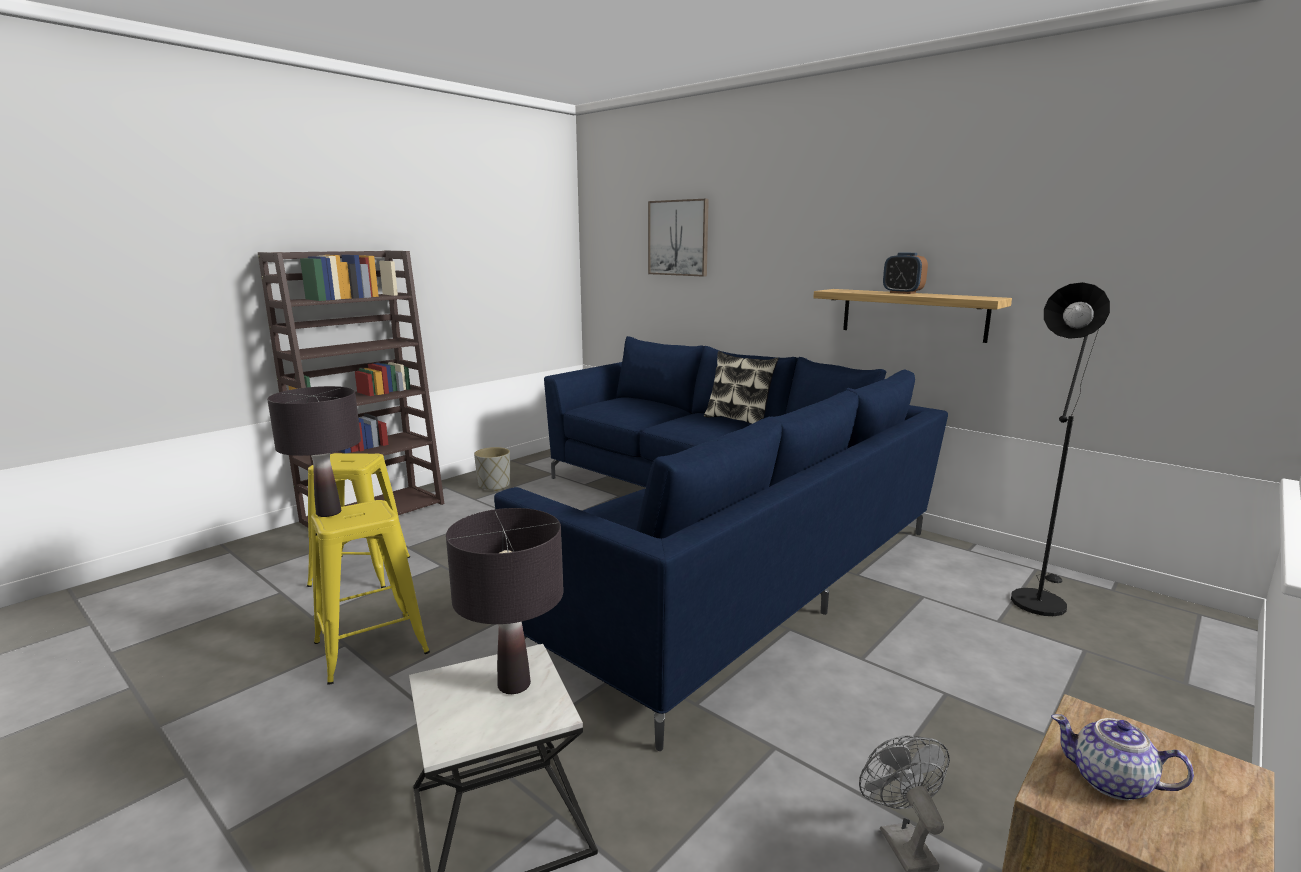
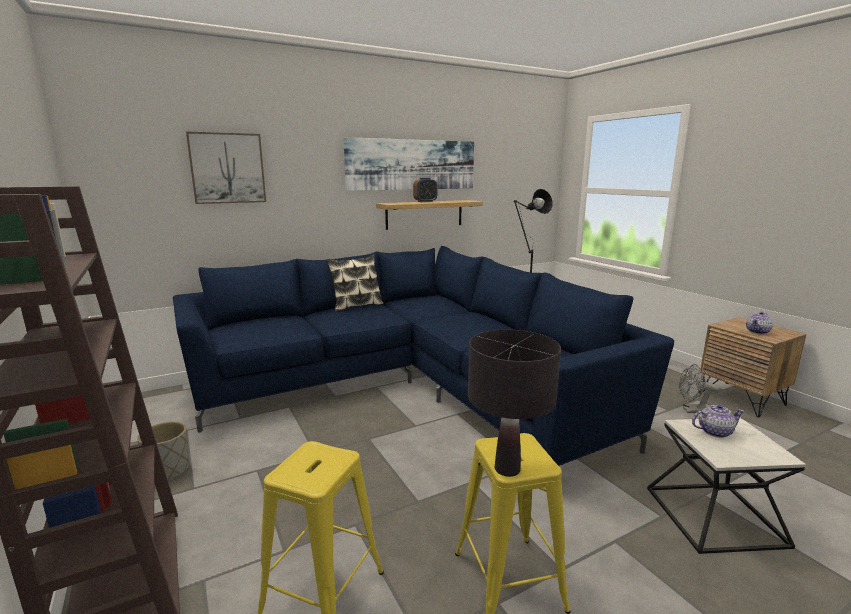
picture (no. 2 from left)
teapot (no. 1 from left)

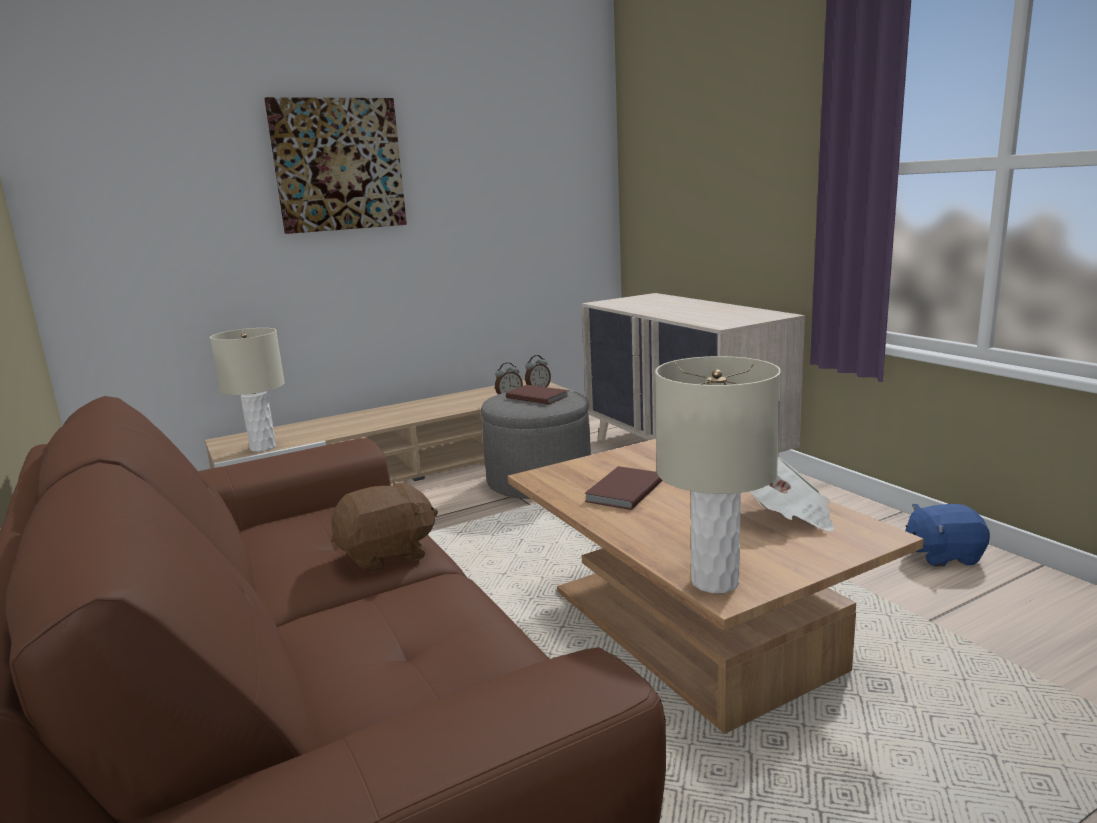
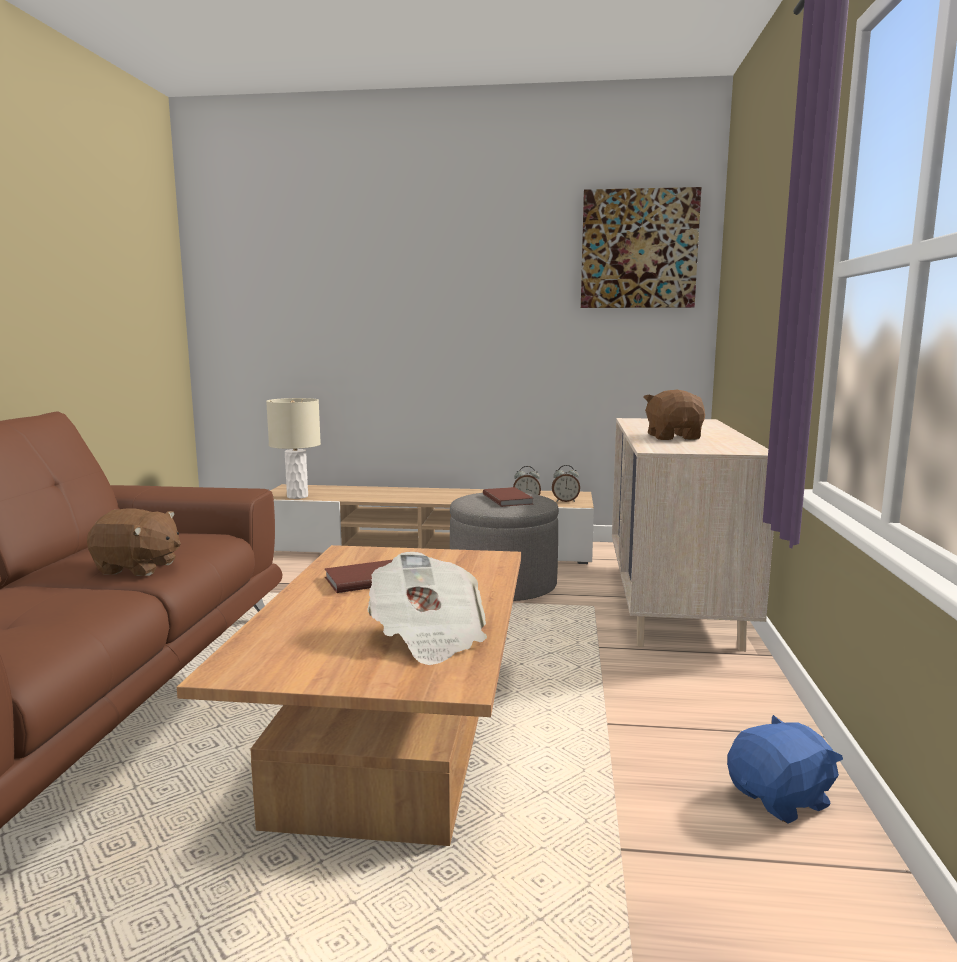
picture
brown plush toy (no. 2 from left)
blue plush toy
beige table lamp (no. 2 from left in the first image)

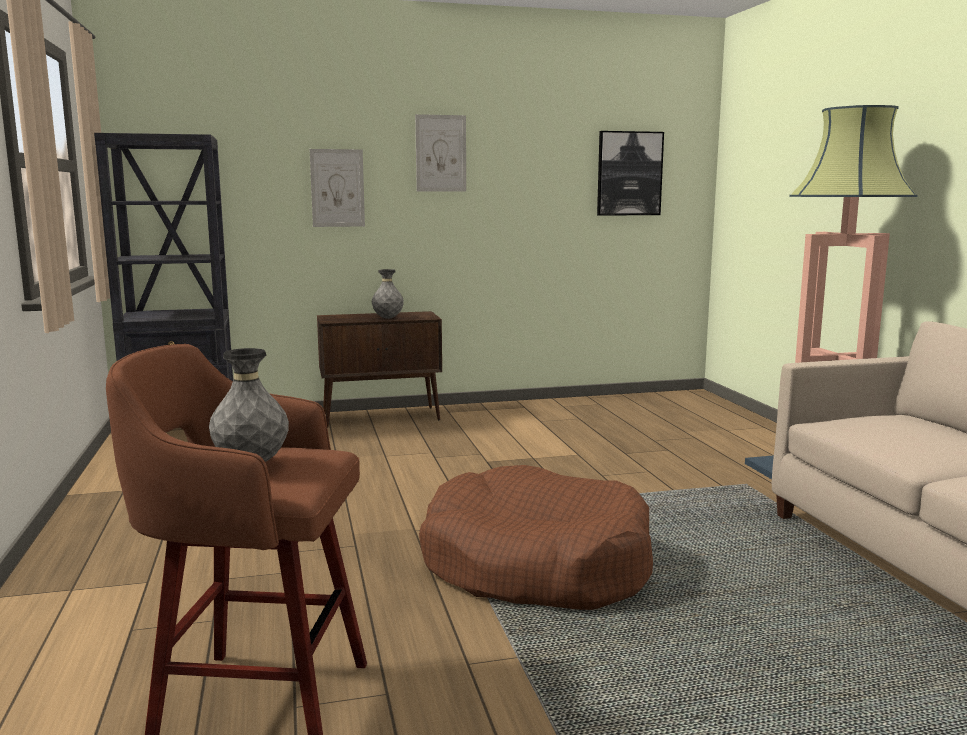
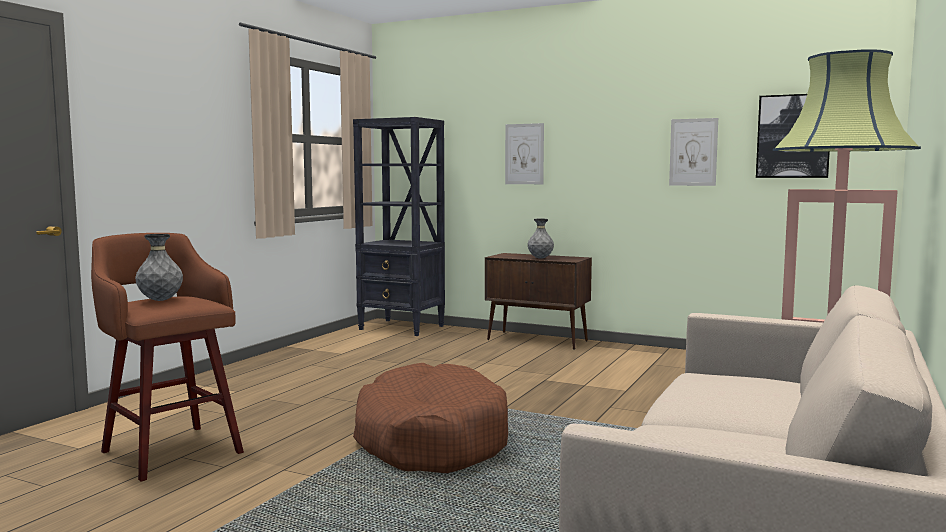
picture (no. 2 from left)

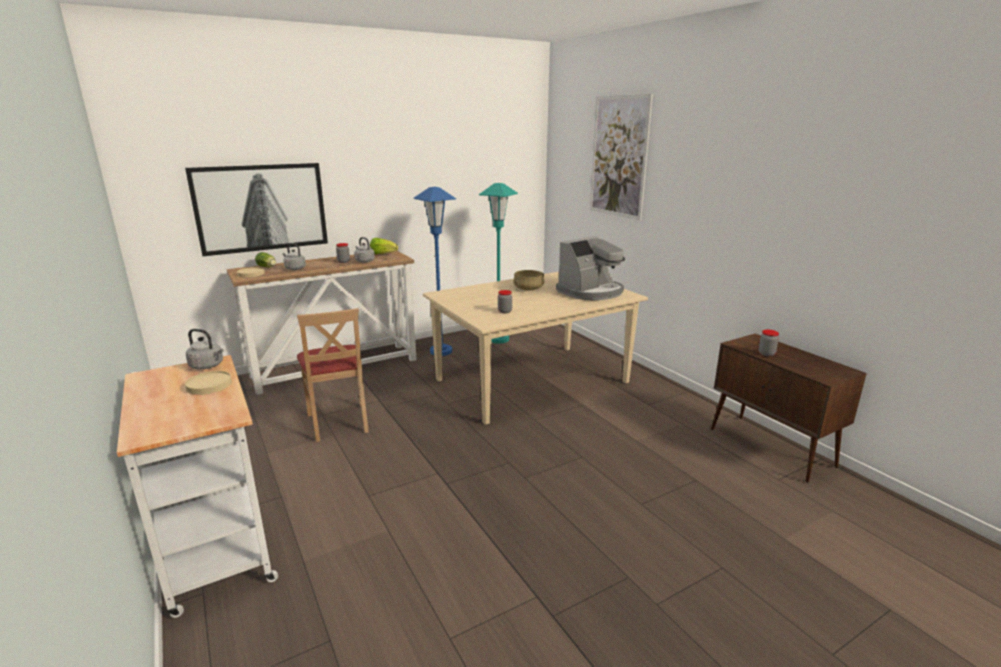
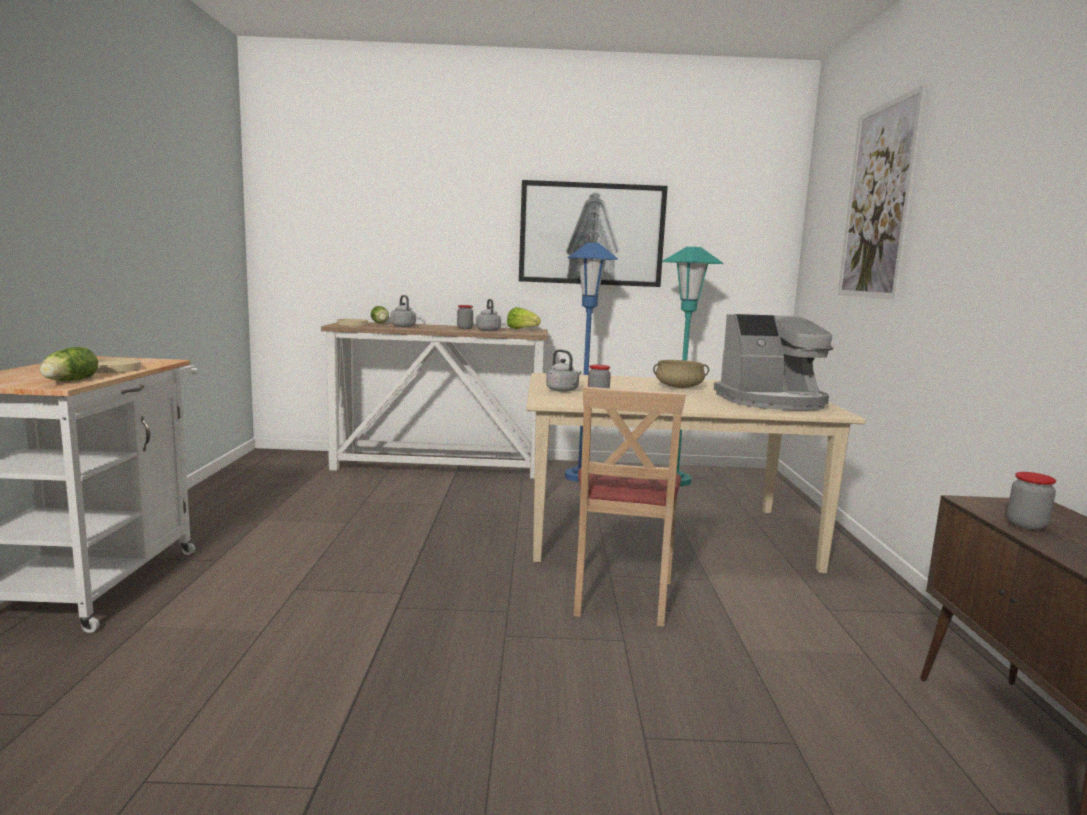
lettuce (no. 1 from left)
picture (no. 1 from left)
grey kettle (no. 3 from left)
beige chair

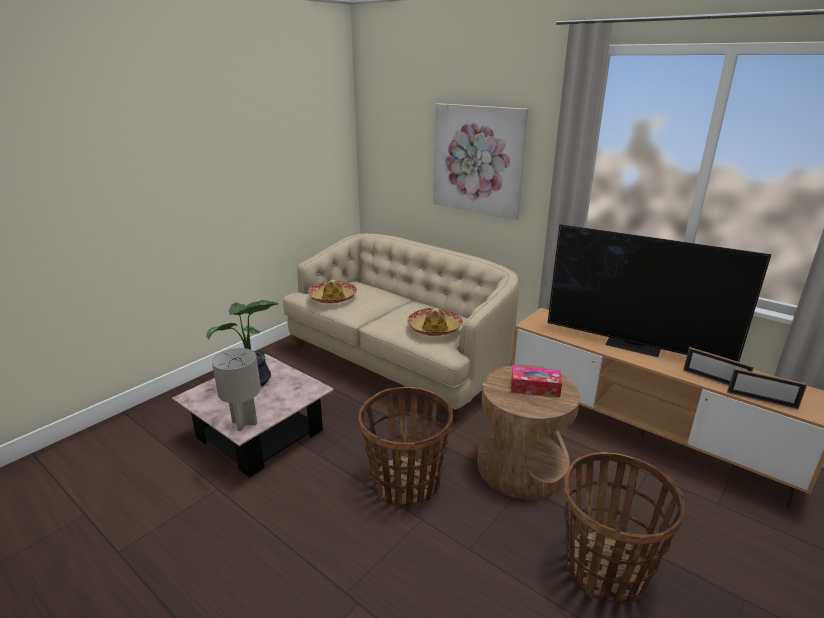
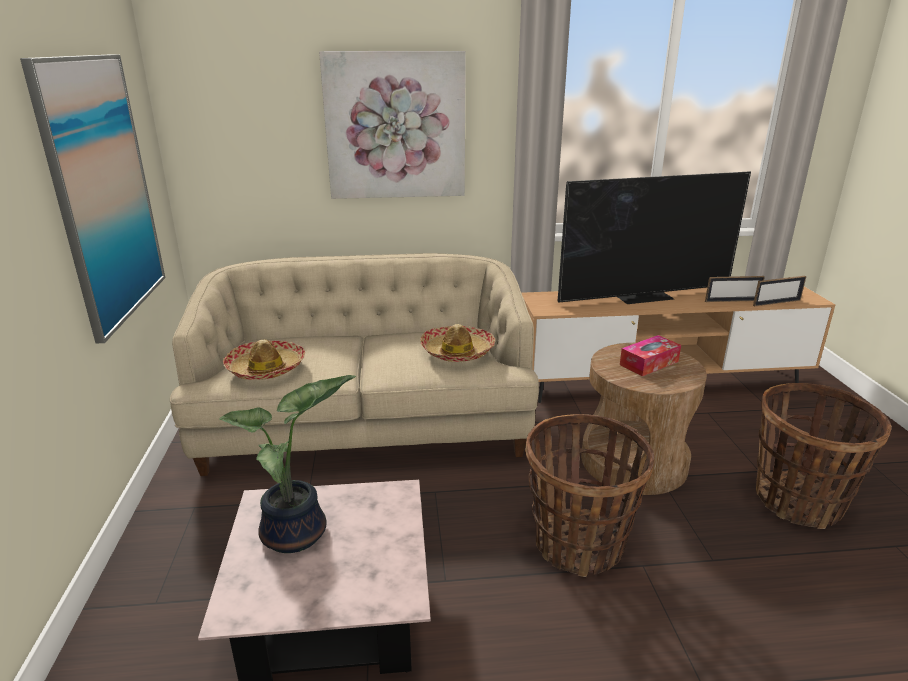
picture (no. 1 from left)
grey table lamp

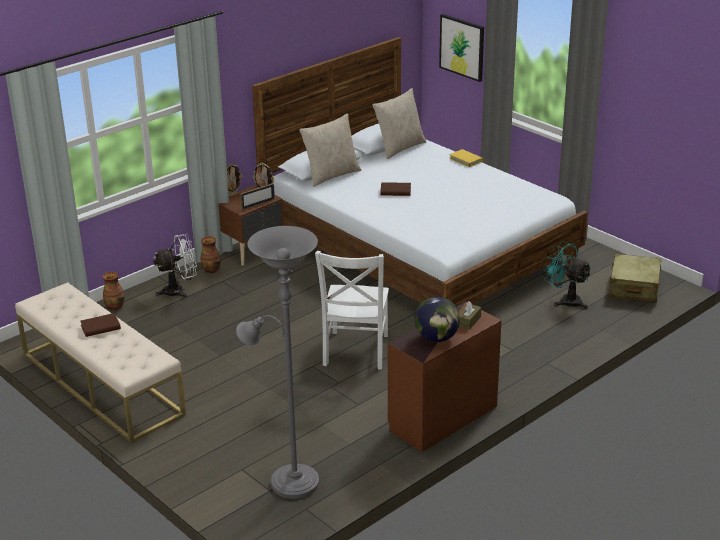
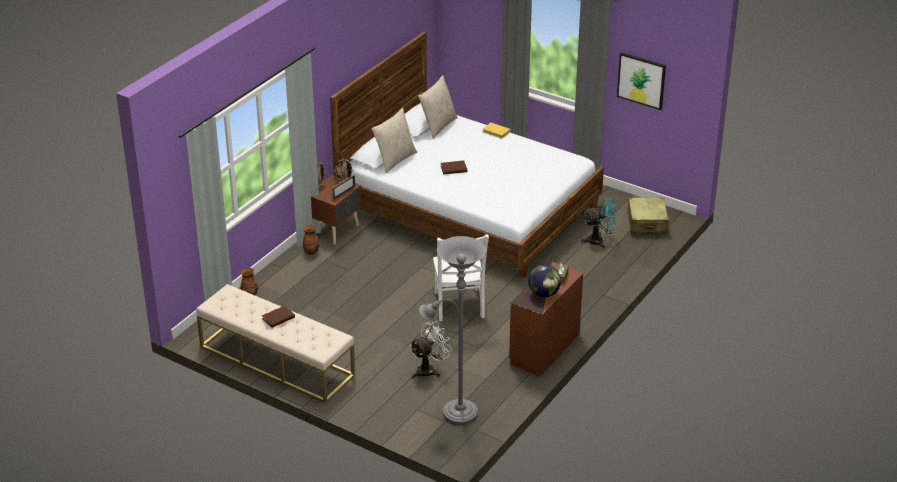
white fan
turquoise fan
picture

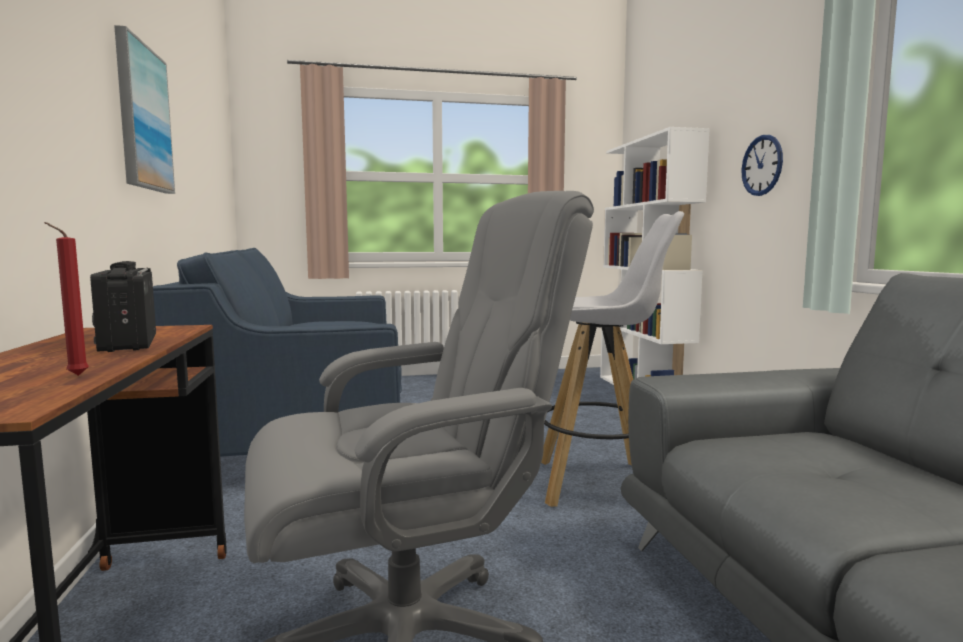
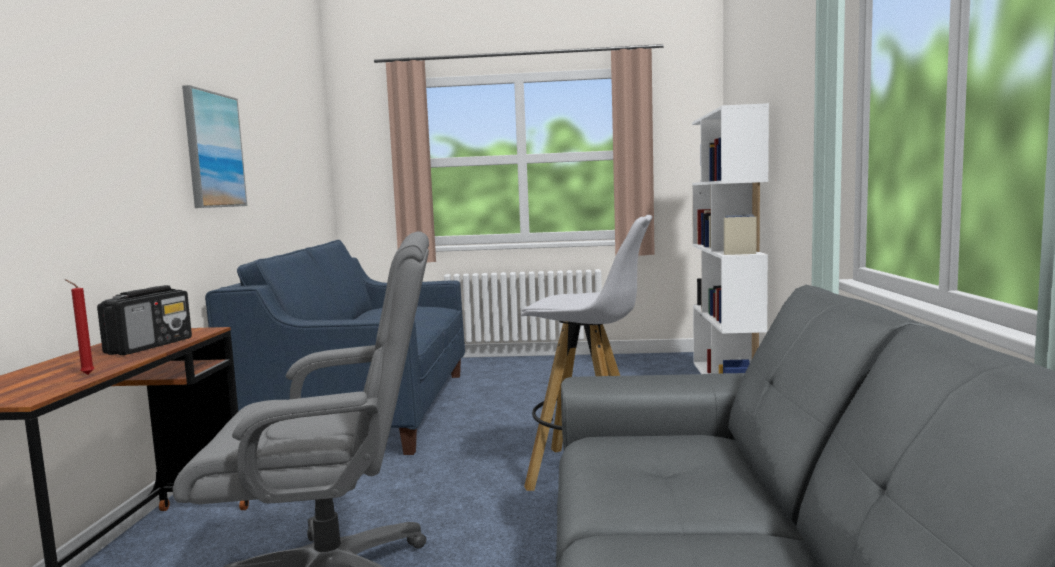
radio
wall clock

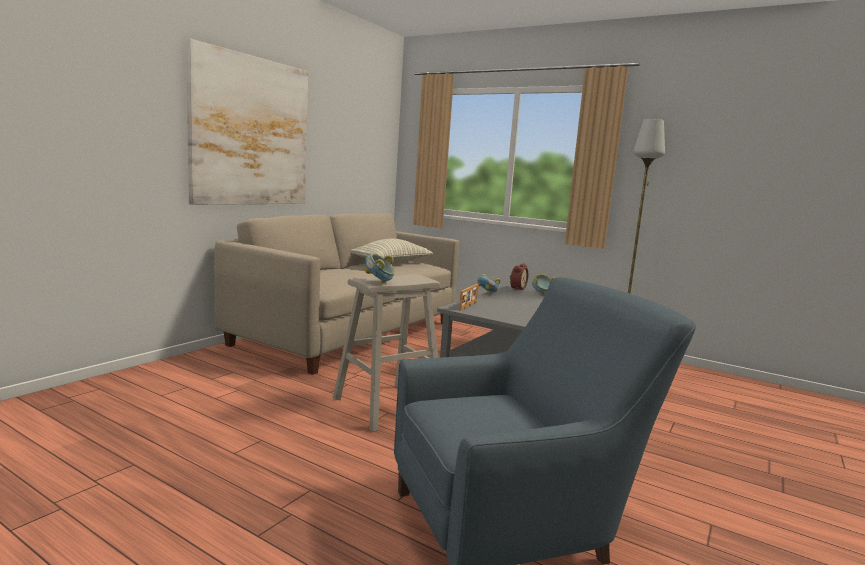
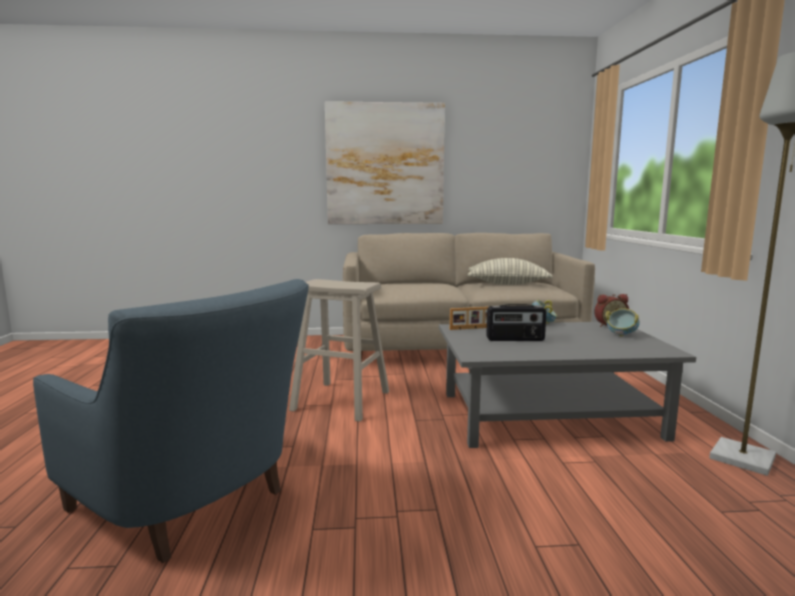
radio
bowl (no. 1 from left in the first image)

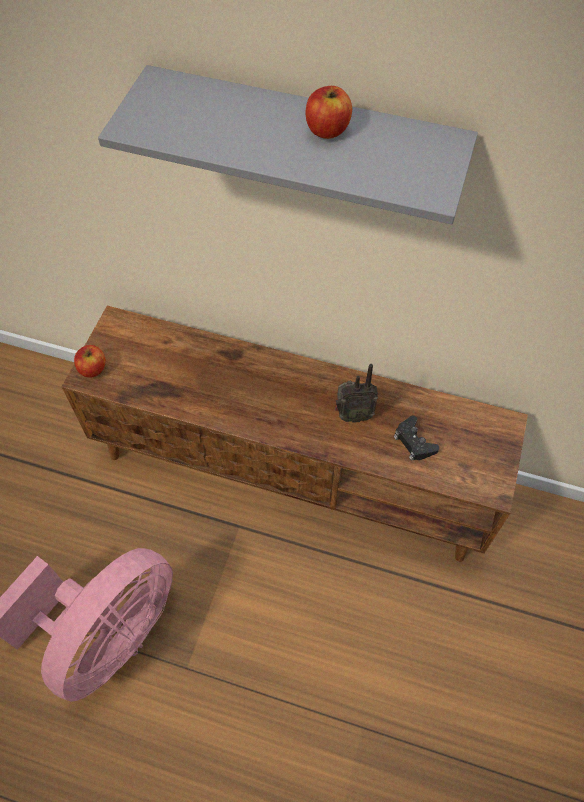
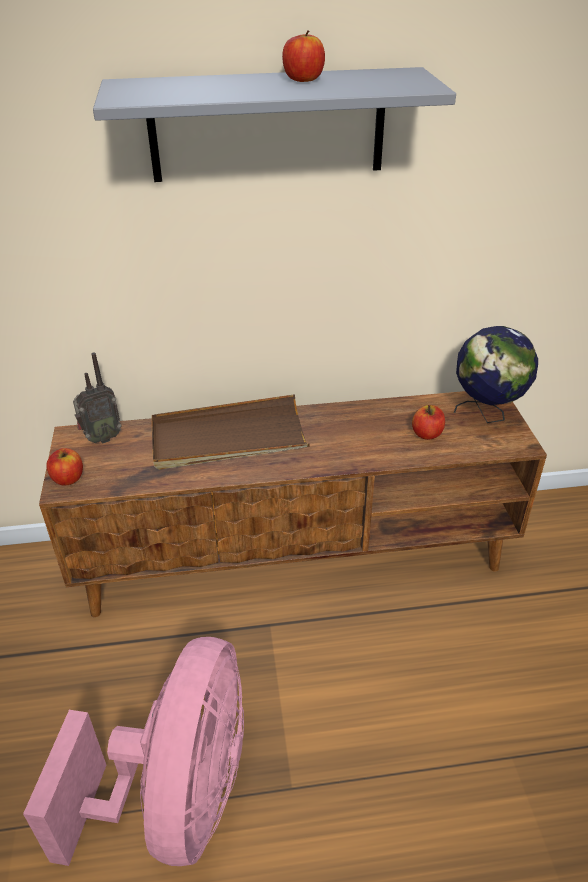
radio
brown tray
apple (no. 3 from left)
globe

